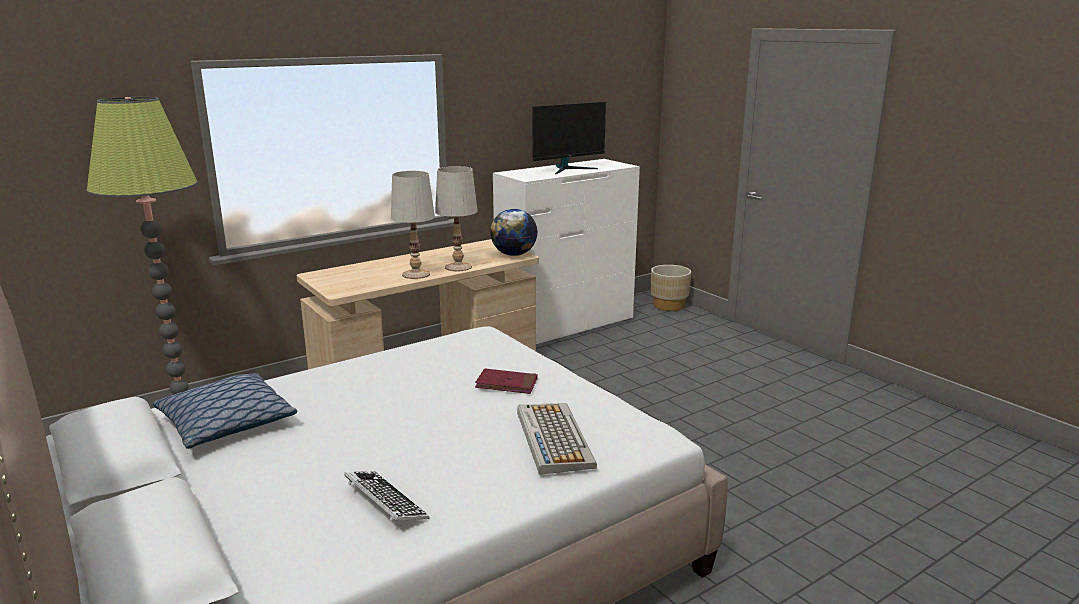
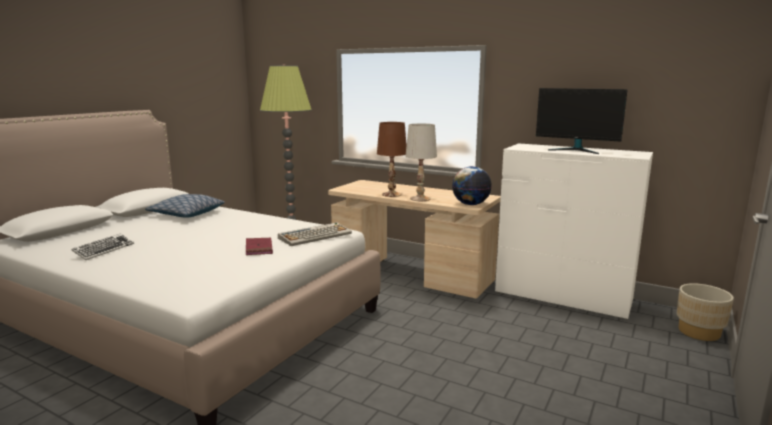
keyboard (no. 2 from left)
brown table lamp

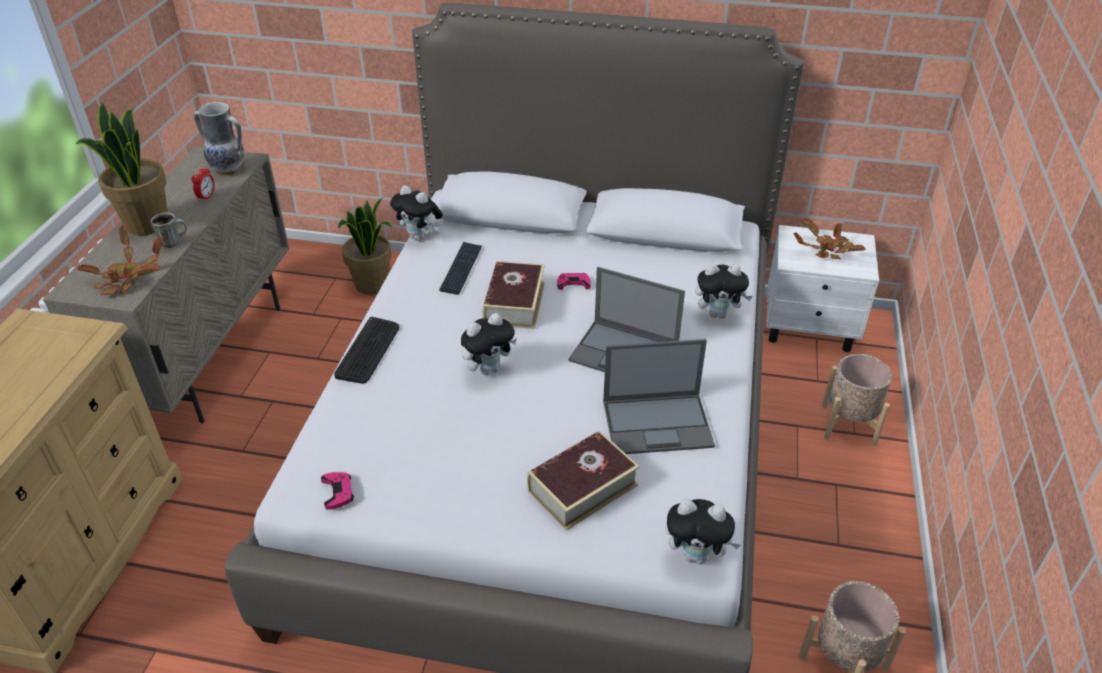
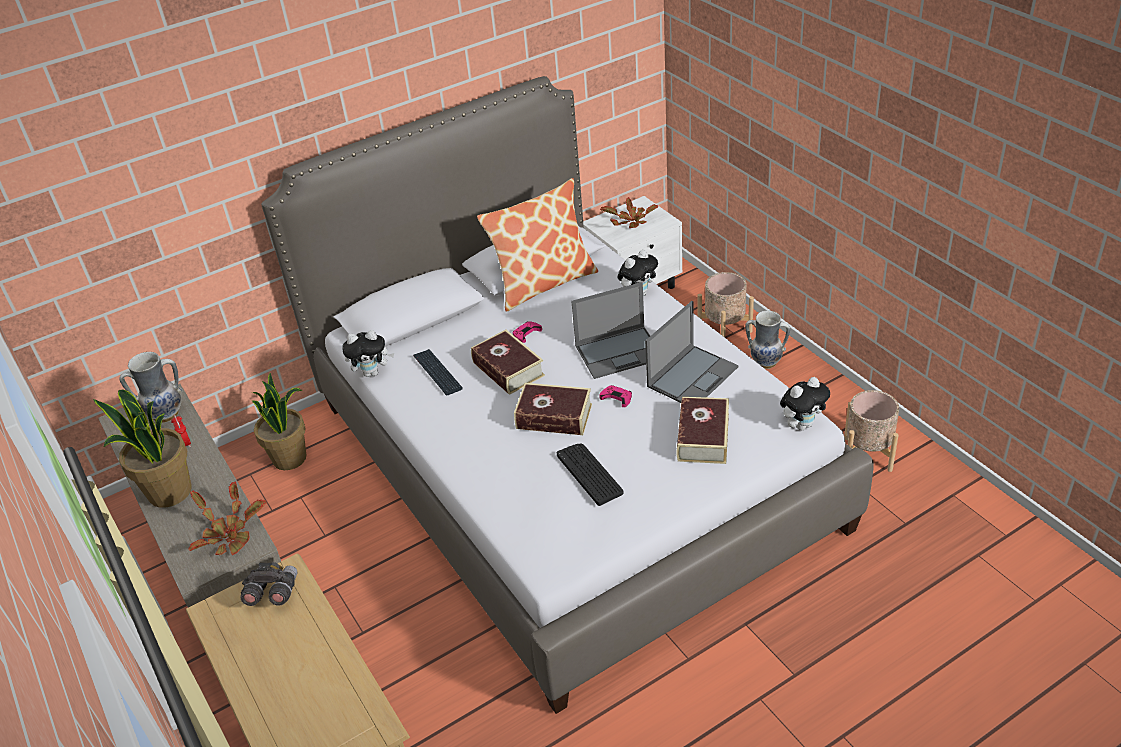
grey binoculars
pillow
book (no. 2 from left)
keyboard (no. 2 from left)
pink game controller (no. 2 from left)
vase (no. 2 from left)
mug

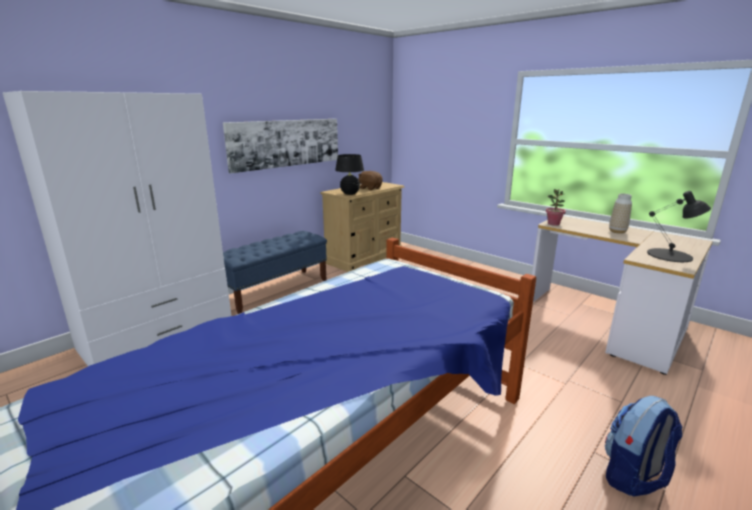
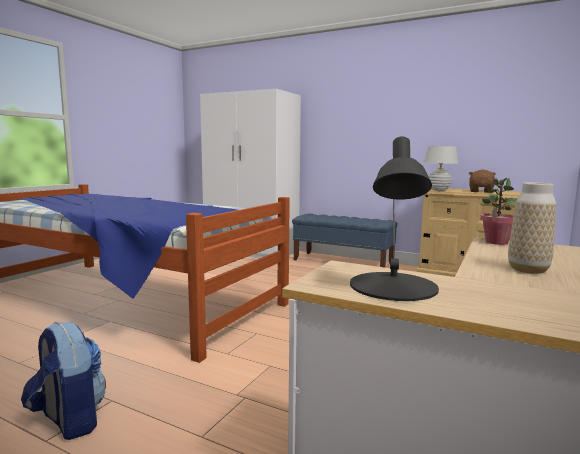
white table lamp
picture

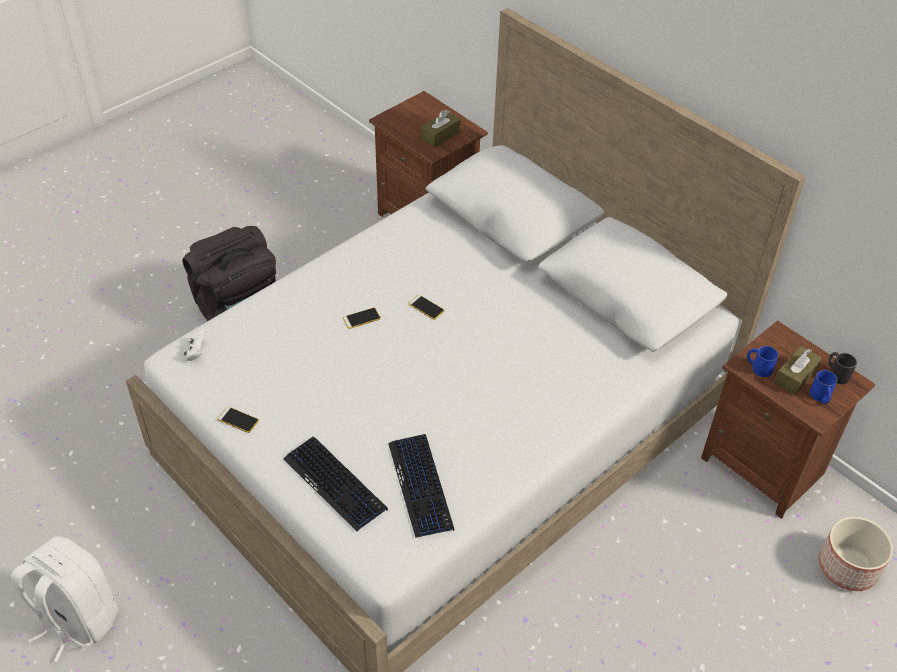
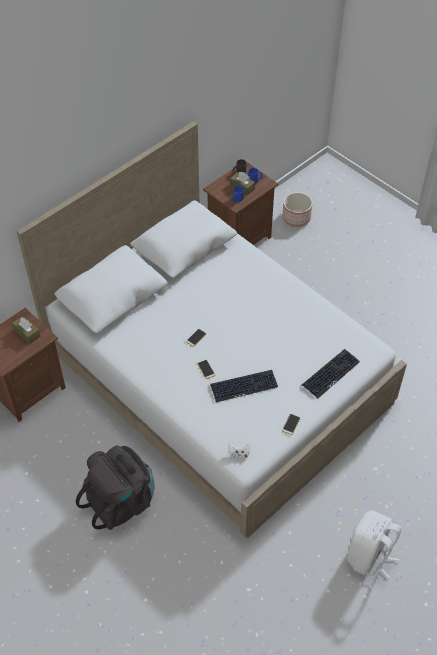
keyboard (no. 1 from left)

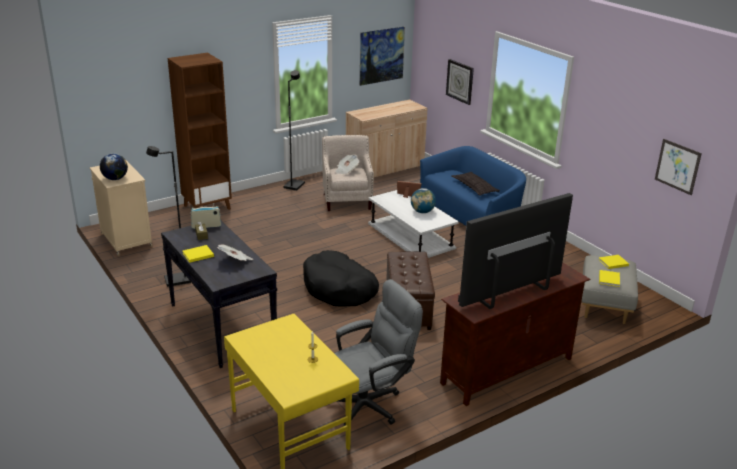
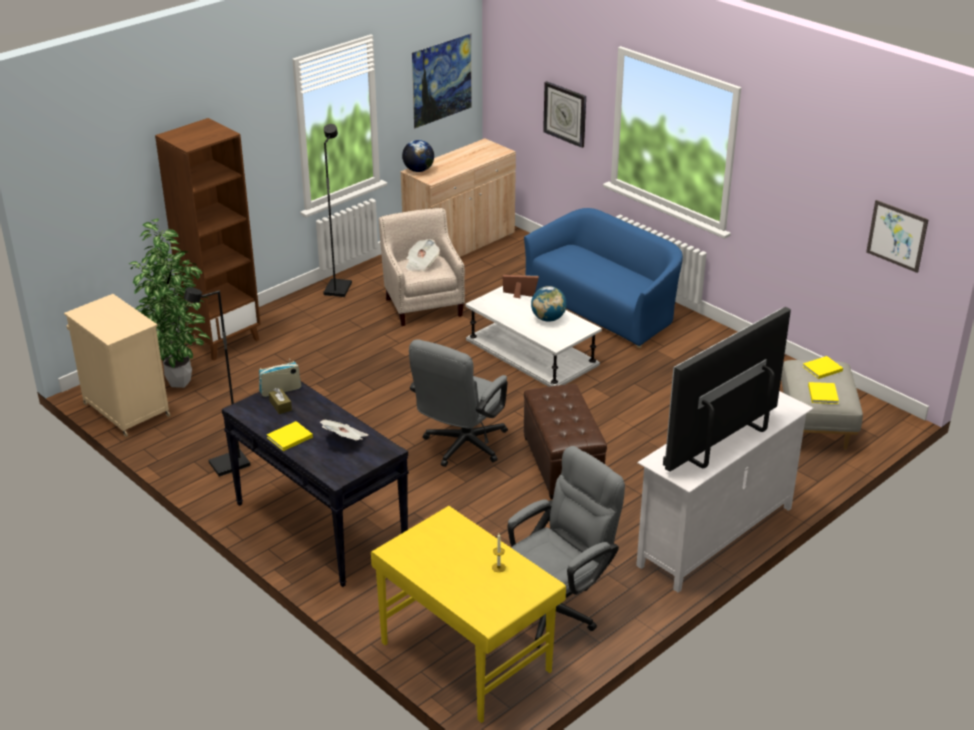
potted plant
globe (no. 1 from left)
grey office chair (no. 1 from left)
white tv stand
pillow

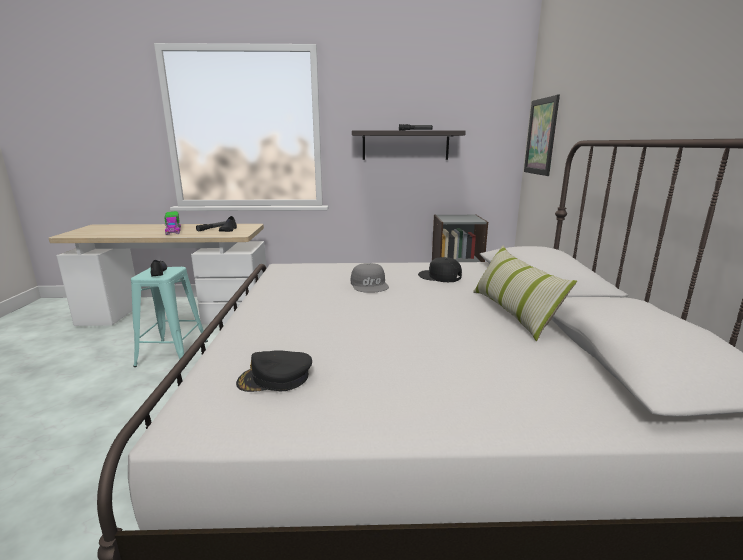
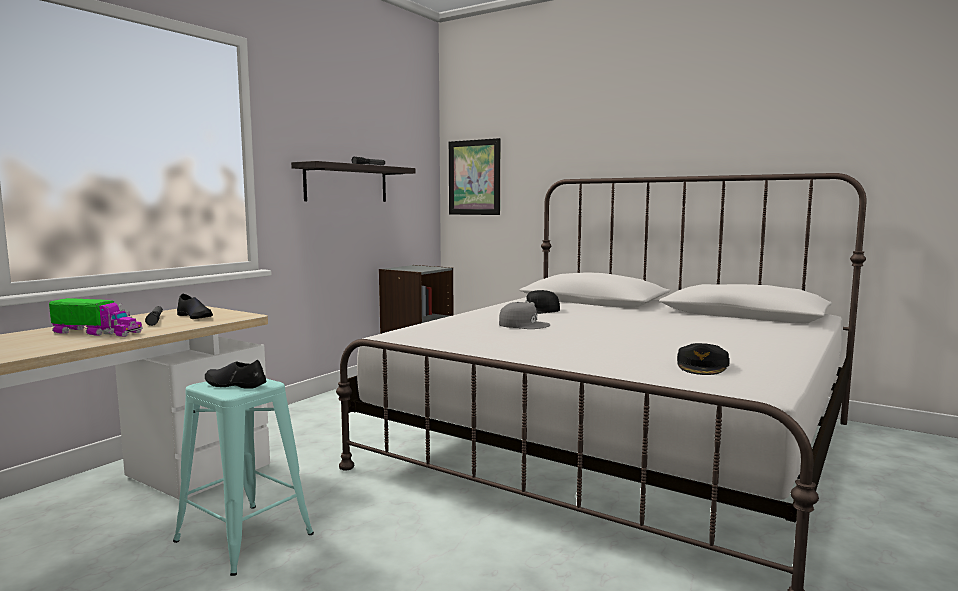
pillow

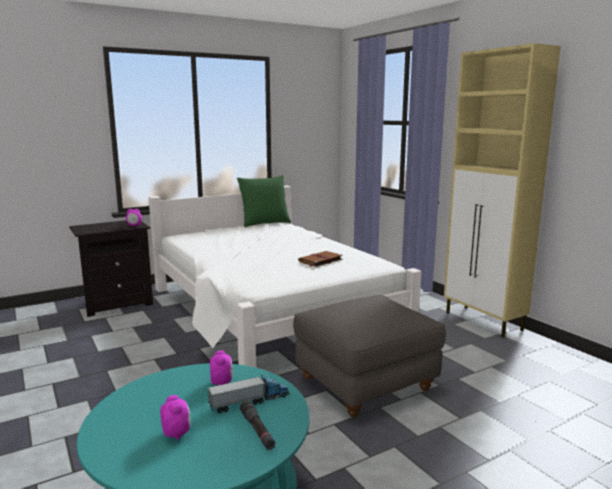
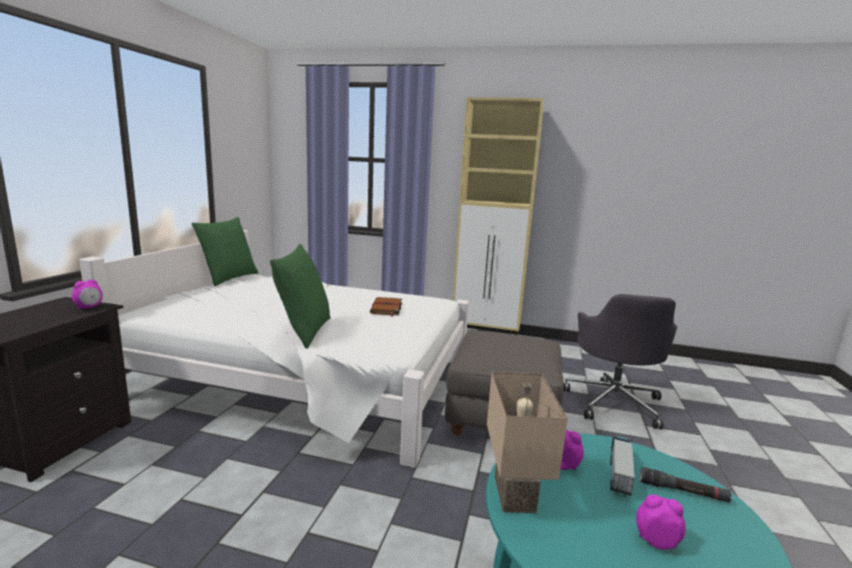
green pillow (no. 2 from left)
beige table lamp
grey office chair

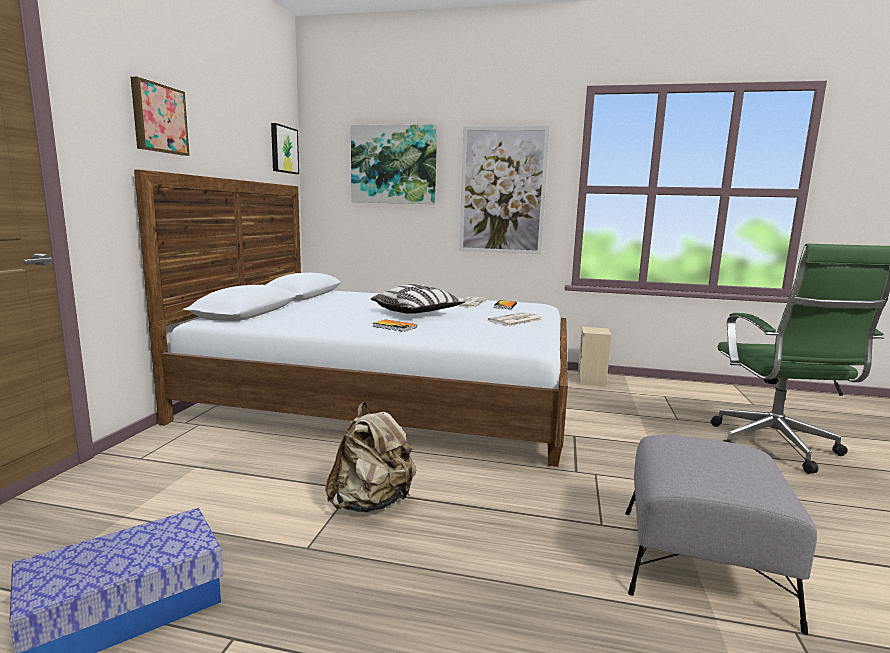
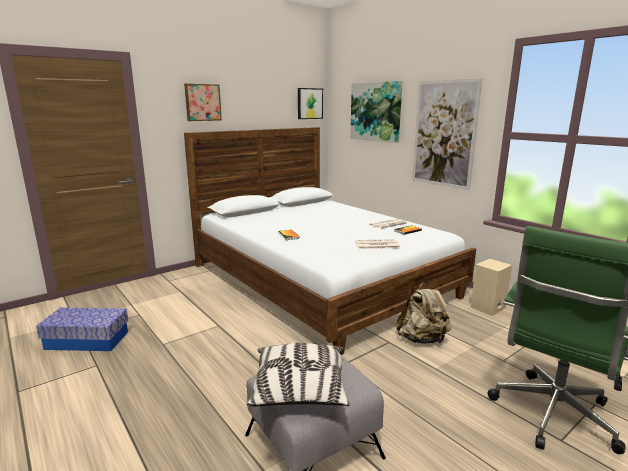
pillow
beige backpack

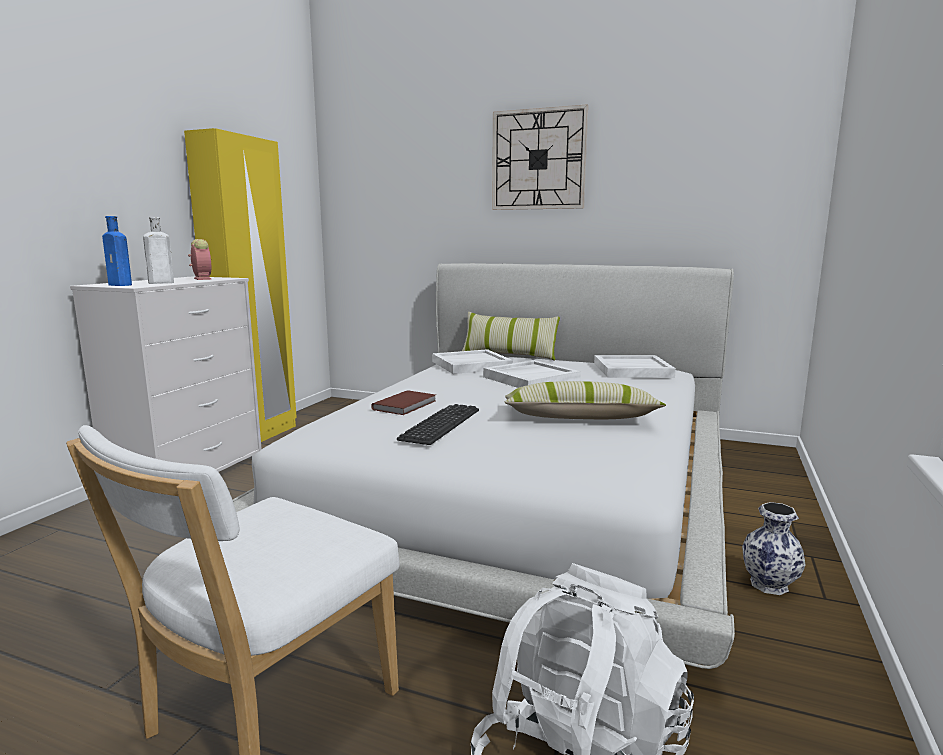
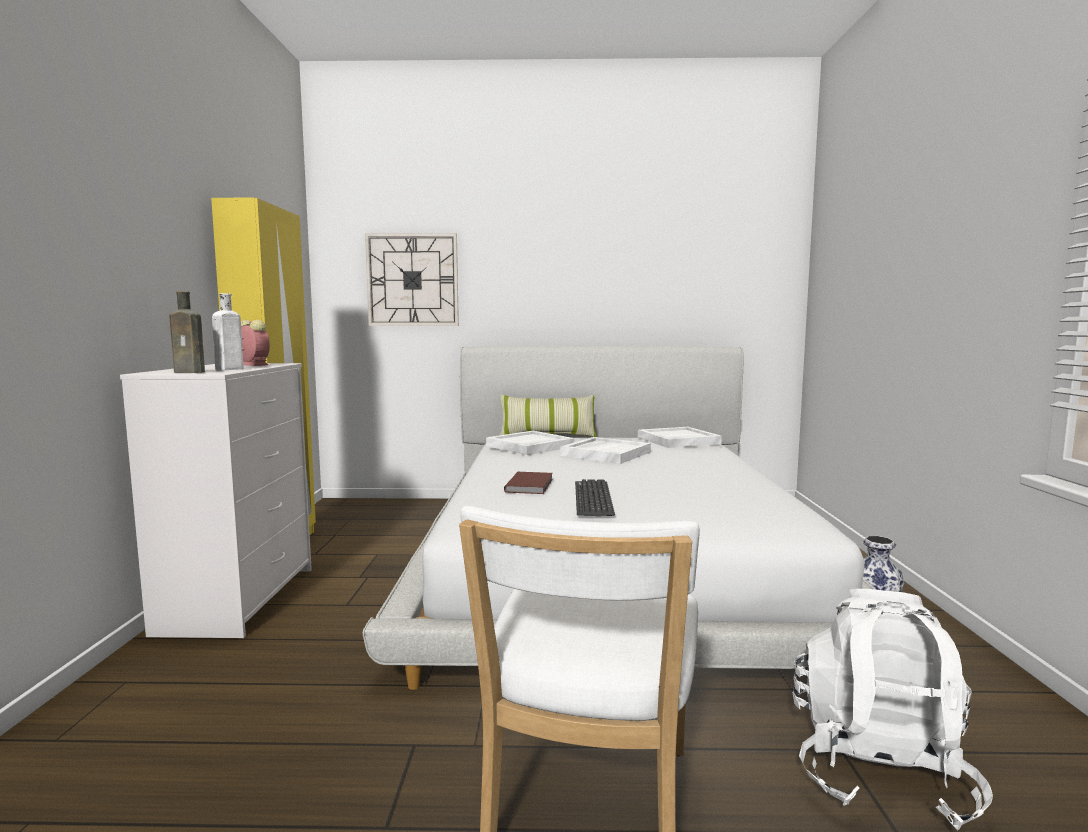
brown bottle
wall clock
pillow (no. 2 from left in the first image)

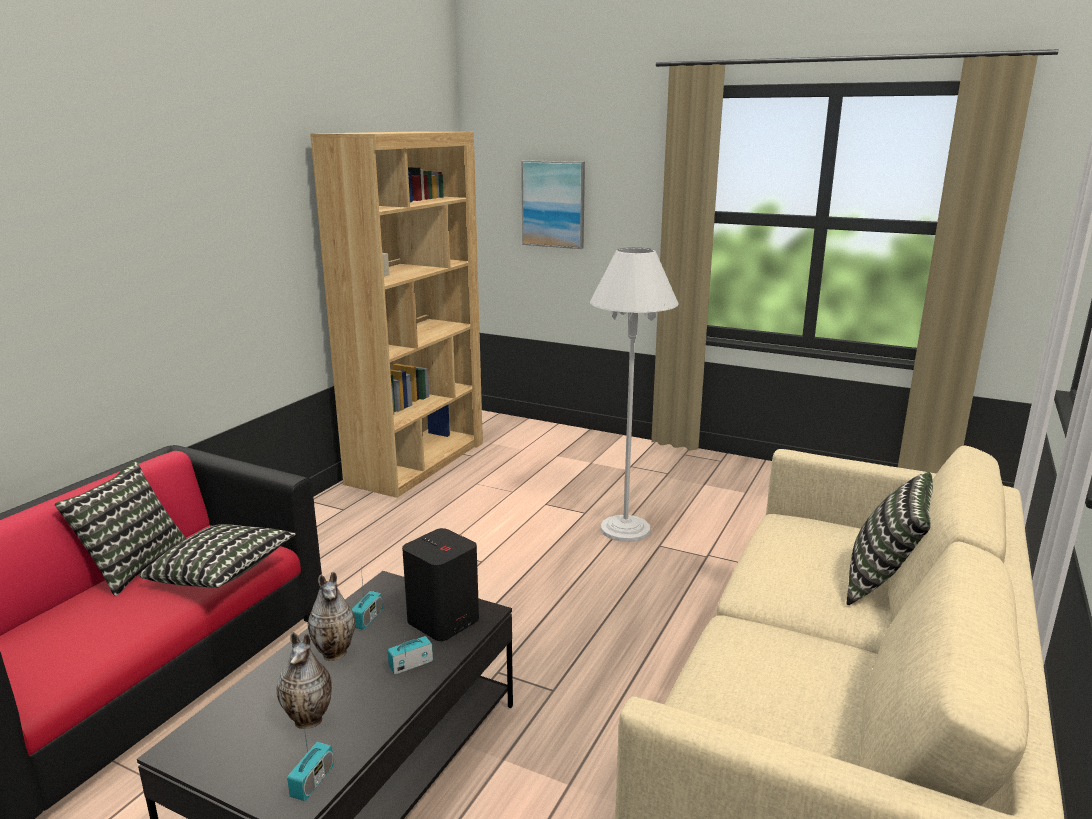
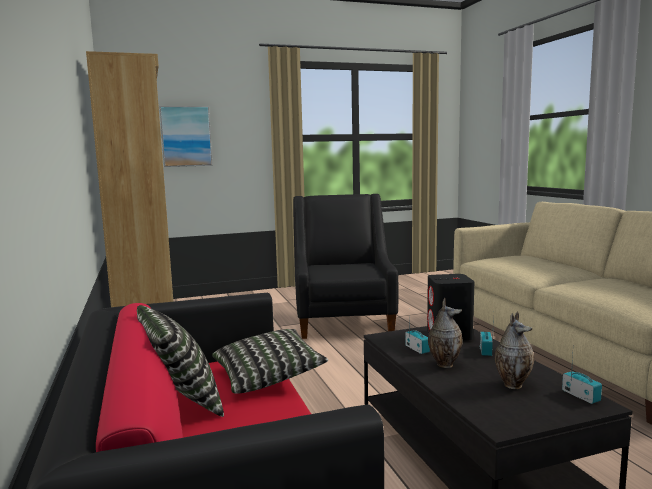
black armchair
pillow (no. 3 from left in the first image)

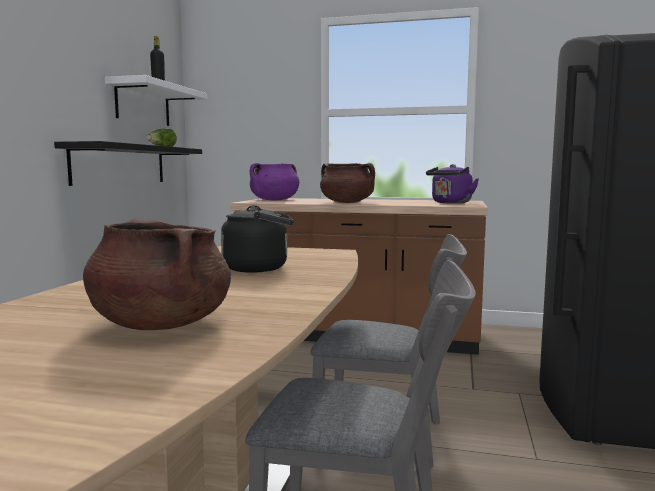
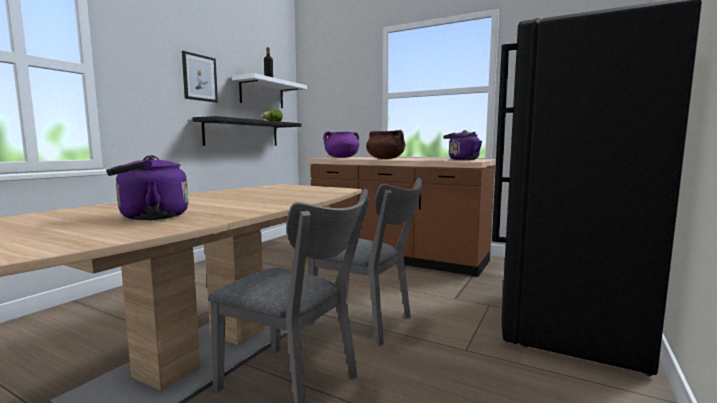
purple kettle (no. 1 from left)
picture
black kettle

